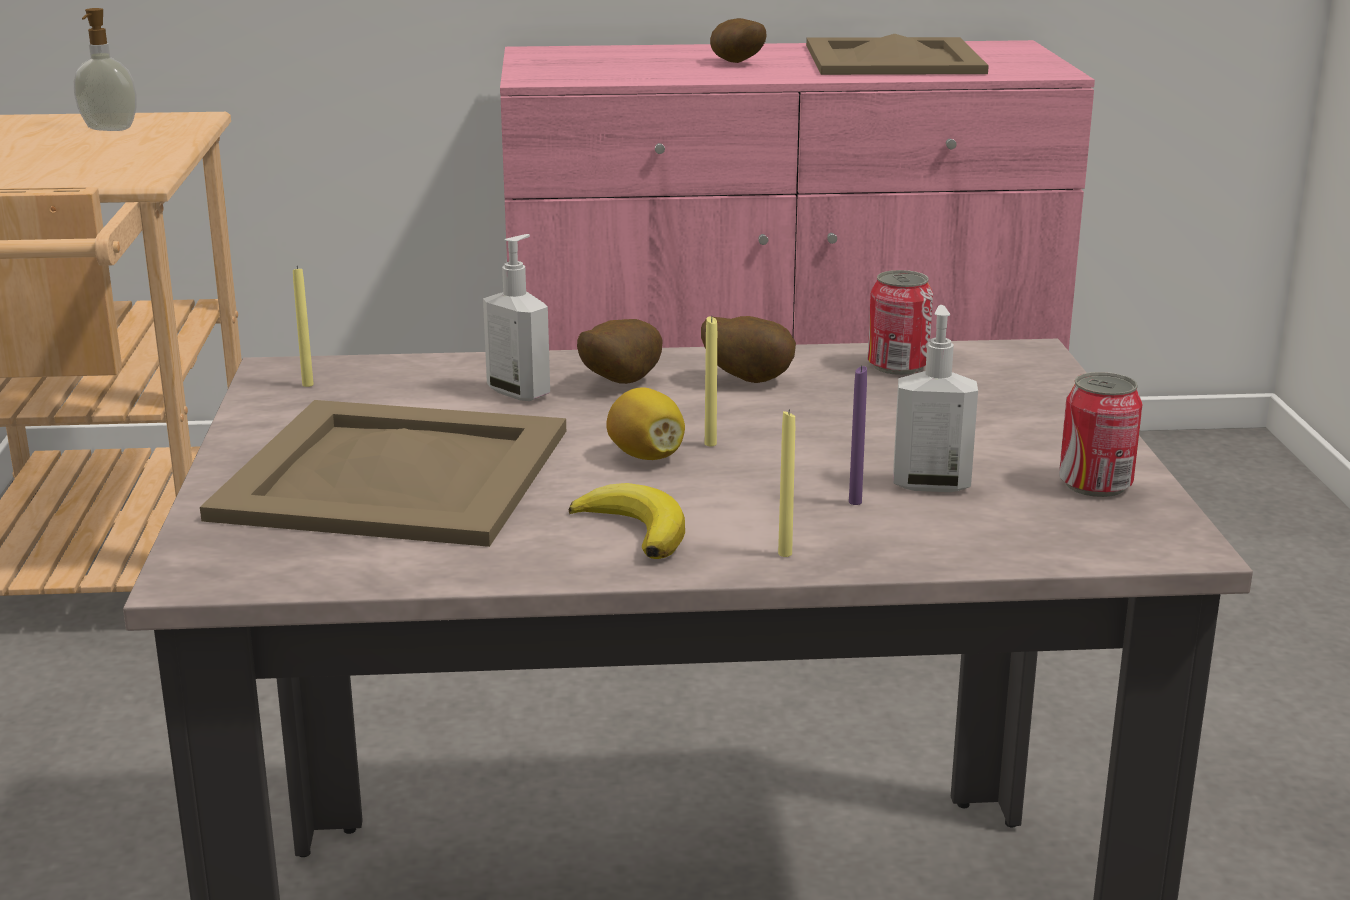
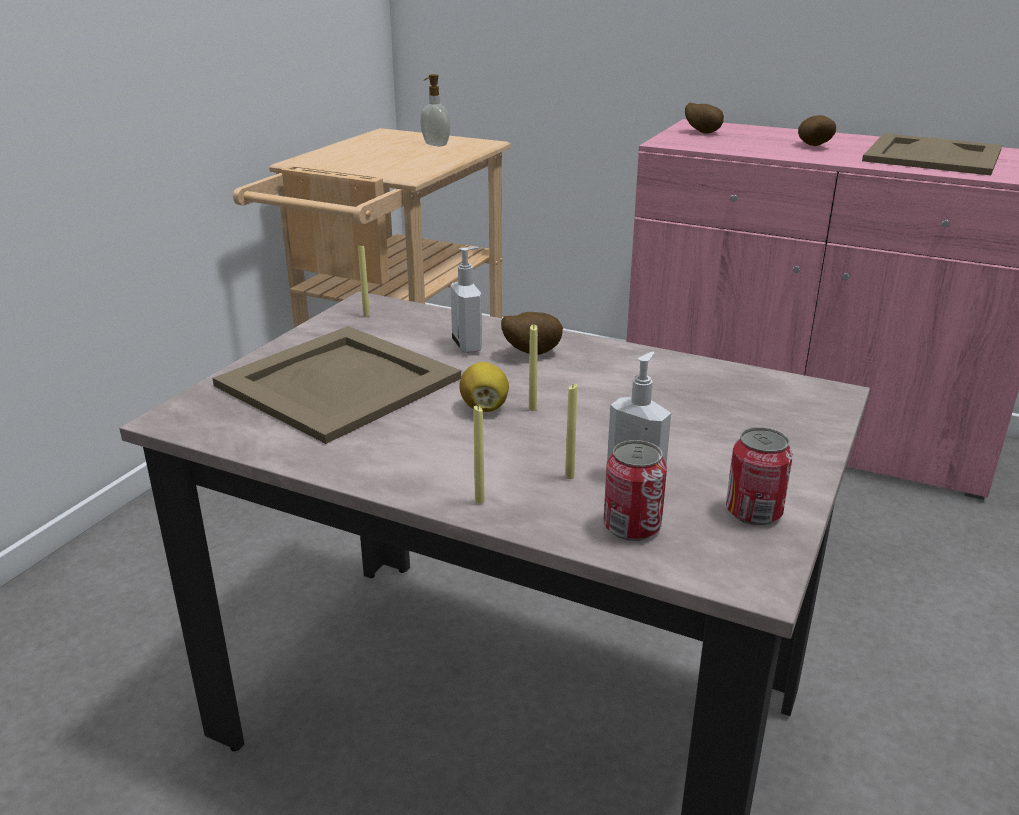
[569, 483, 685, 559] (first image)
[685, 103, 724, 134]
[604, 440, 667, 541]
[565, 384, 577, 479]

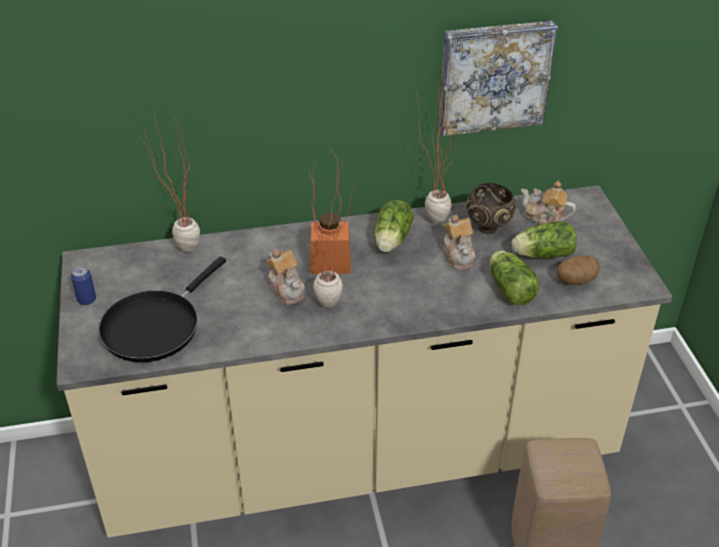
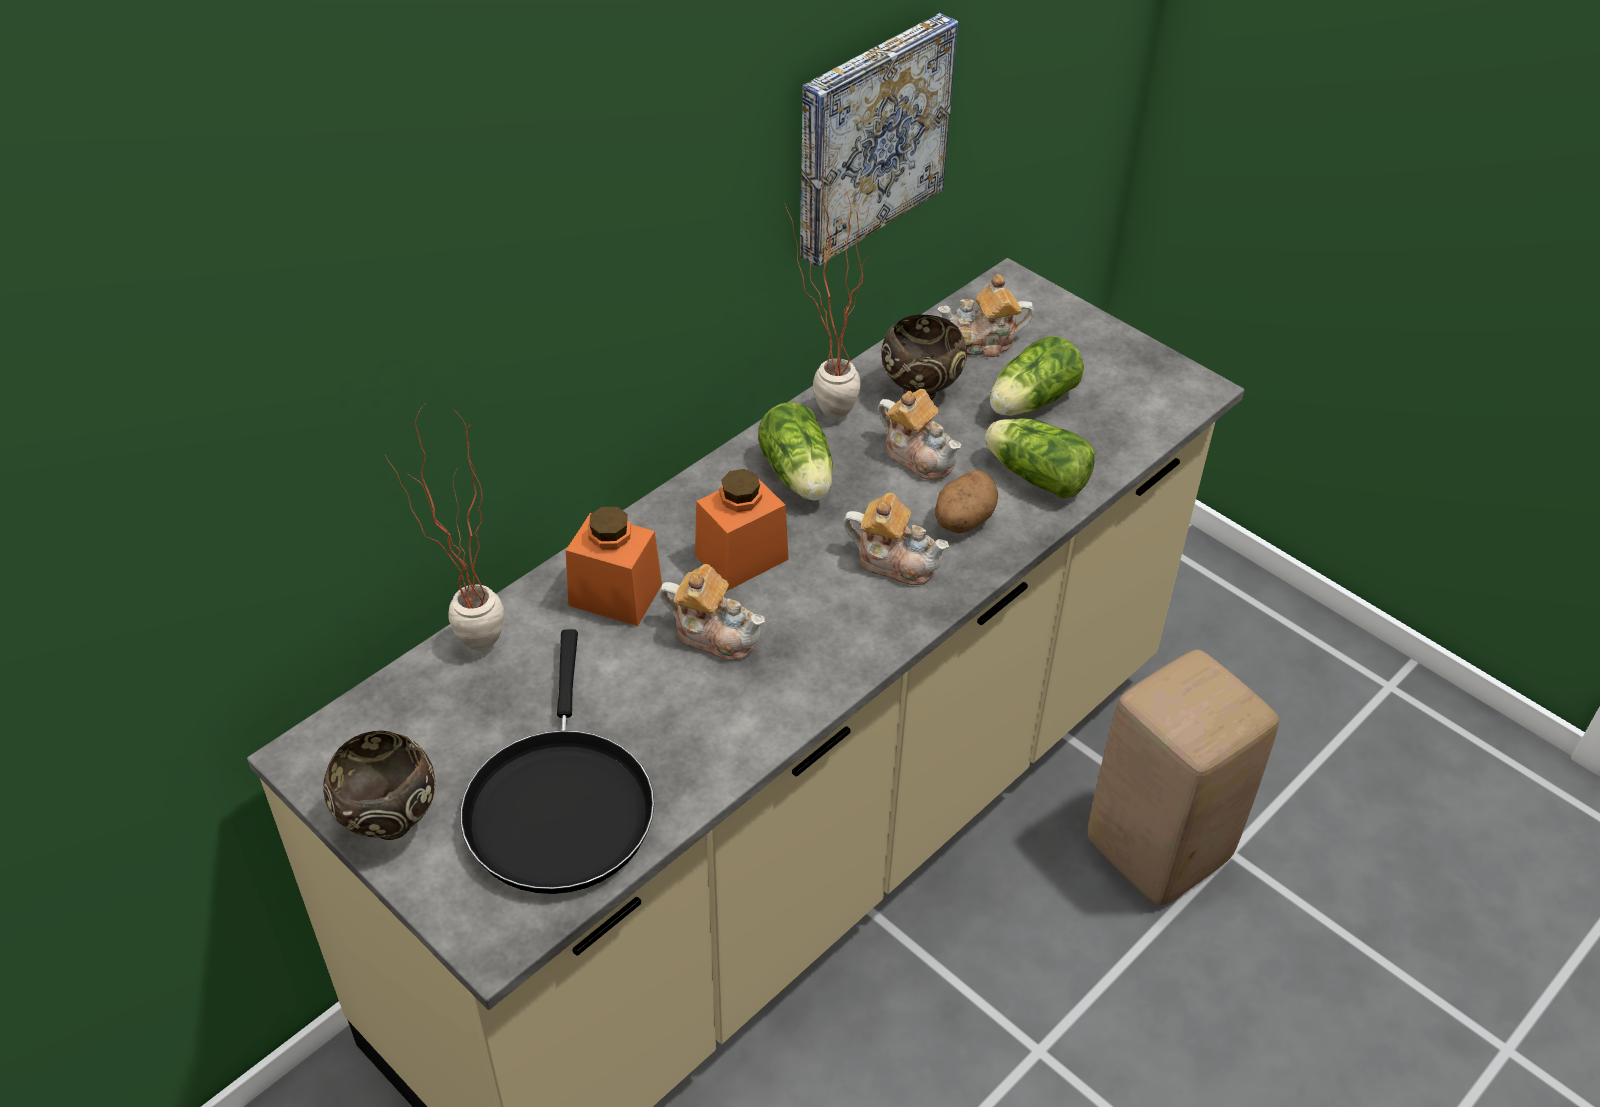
[309, 150, 355, 308] (first image)
[566, 507, 662, 626]
[843, 493, 949, 585]
[935, 470, 998, 533]
[323, 731, 435, 840]

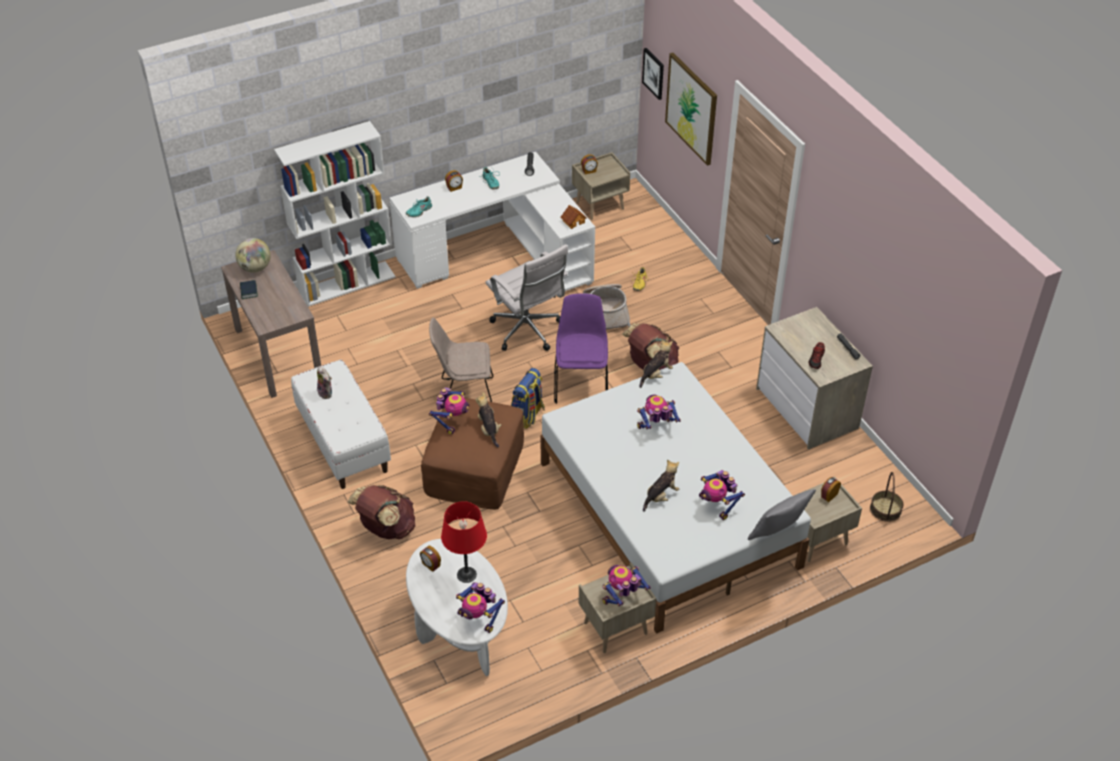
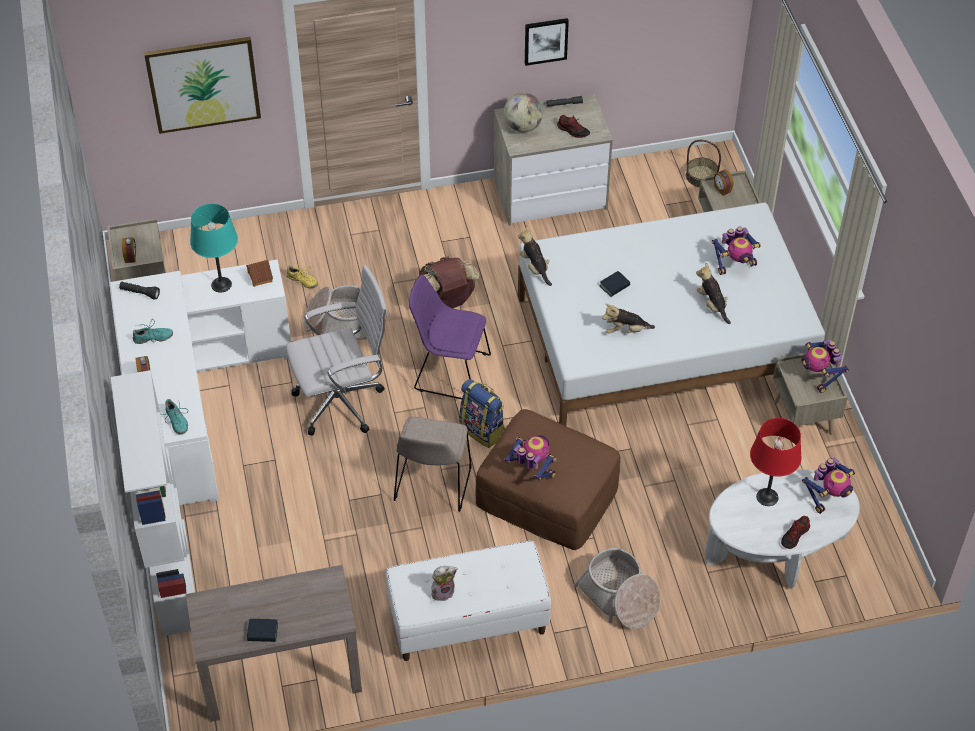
[420, 546, 441, 572] (first image)
[748, 489, 816, 540] (first image)
[190, 203, 238, 293]
[781, 516, 810, 549]
[504, 93, 543, 132]
[602, 304, 655, 334]
[525, 18, 569, 66]
[573, 548, 661, 629]
[599, 271, 630, 297]

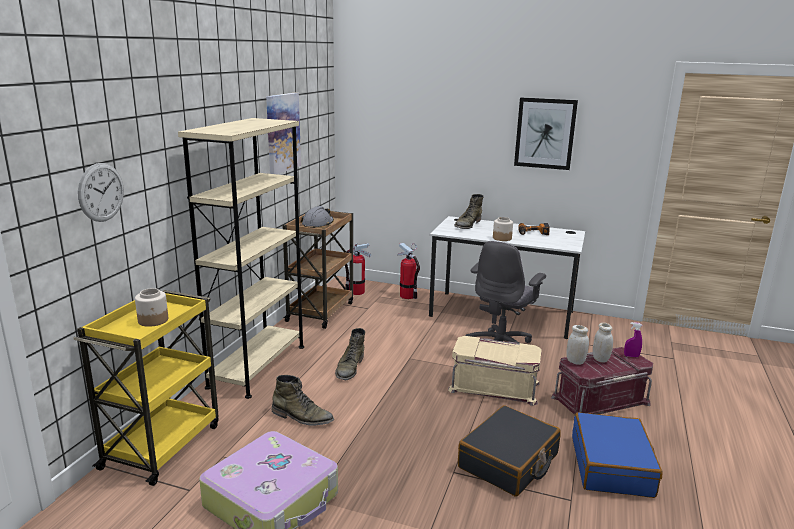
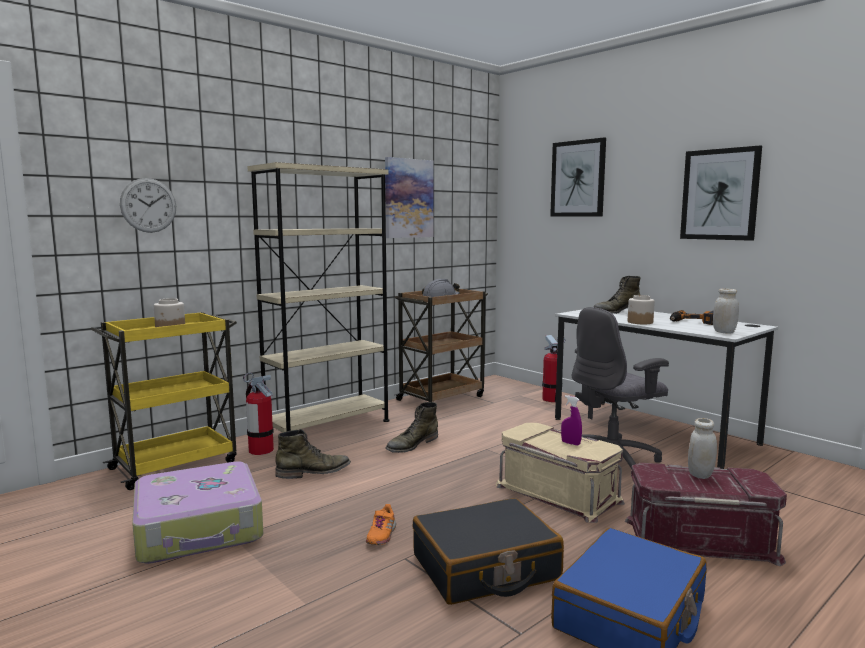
[366, 504, 396, 545]
[550, 137, 606, 217]
[243, 372, 274, 455]
[713, 288, 739, 334]
[561, 395, 582, 446]
[275, 429, 351, 479]

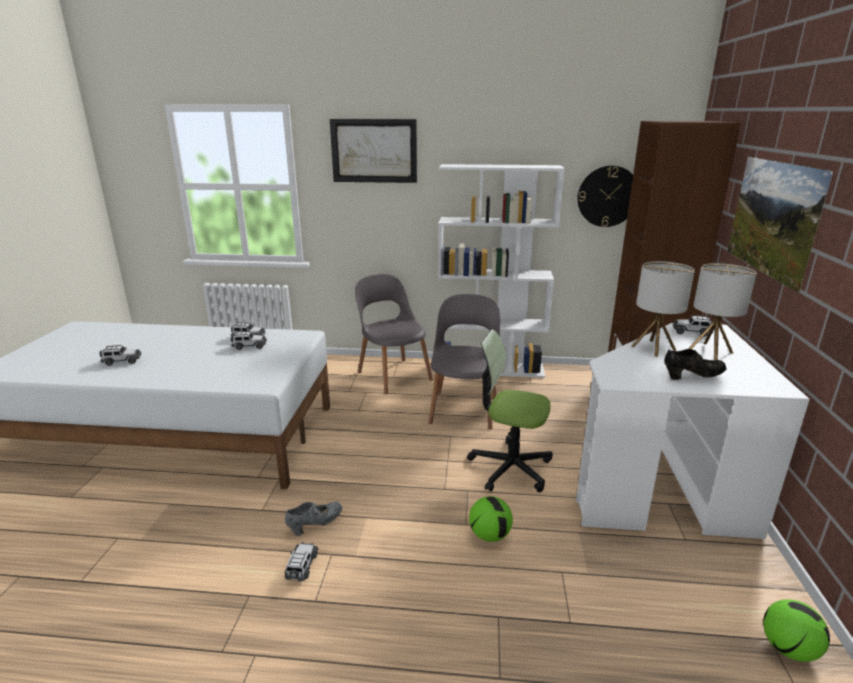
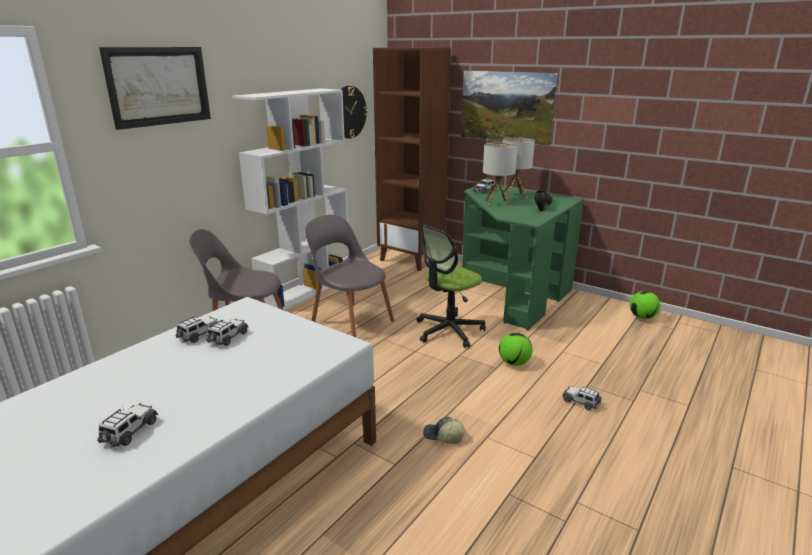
[562, 386, 601, 410]
[423, 417, 466, 444]
[462, 186, 584, 330]

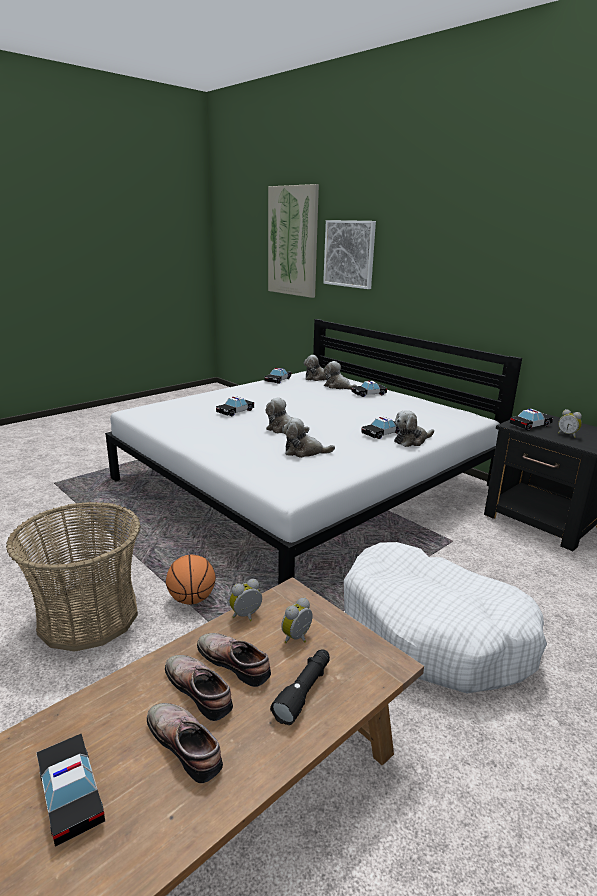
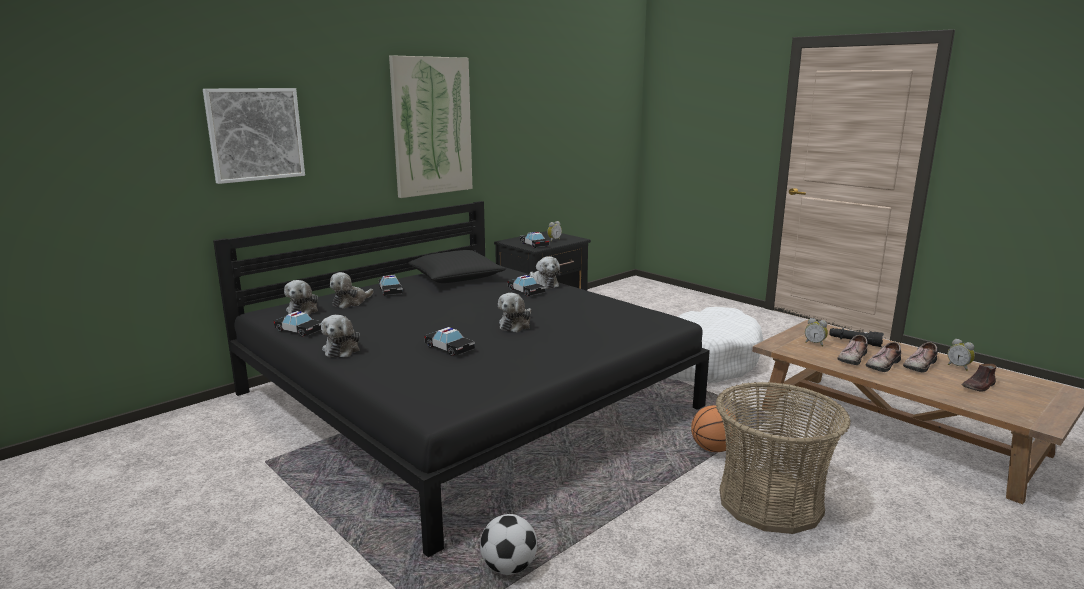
[408, 250, 506, 283]
[480, 514, 537, 575]
[948, 339, 975, 371]
[389, 55, 473, 198]
[321, 315, 360, 358]
[962, 364, 996, 392]
[213, 201, 710, 557]

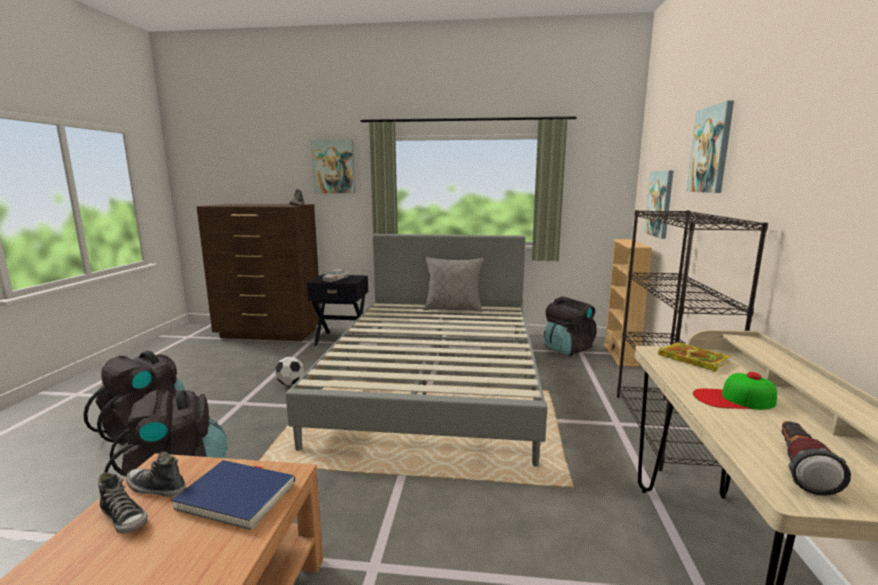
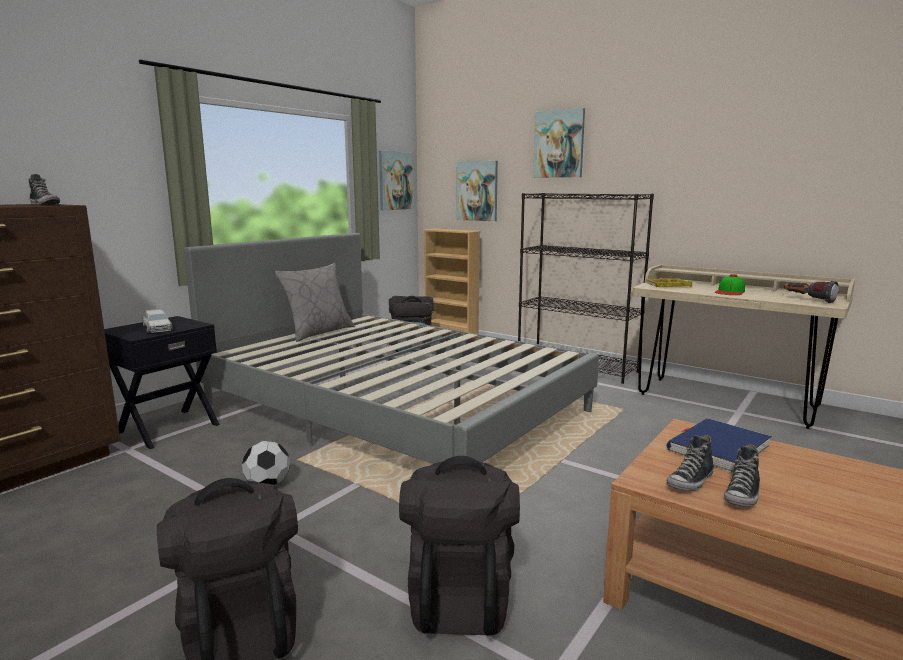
[379, 151, 413, 210]
[724, 444, 760, 507]

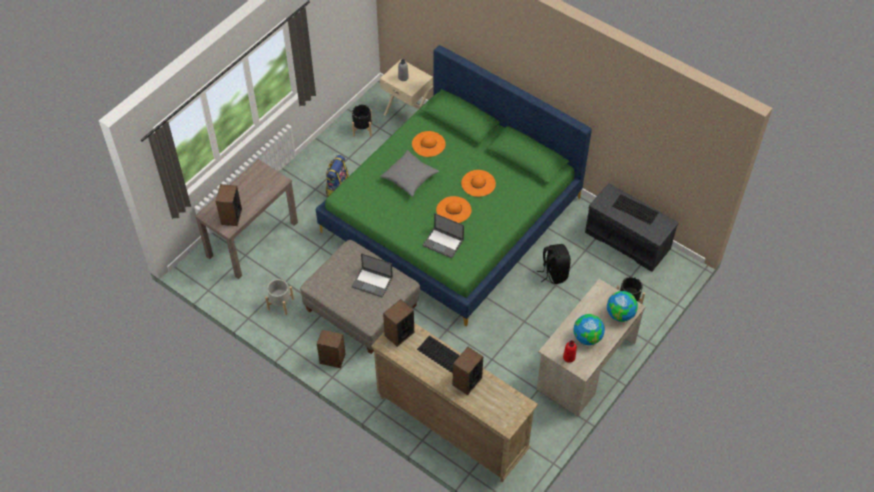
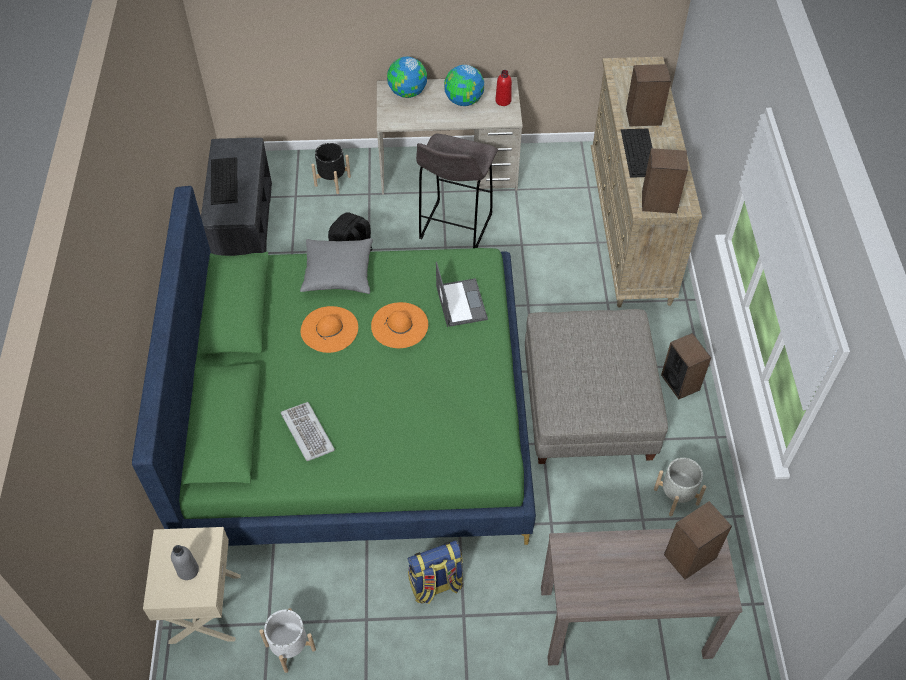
[352, 253, 393, 298] (first image)
[416, 134, 498, 248]
[300, 238, 373, 294]
[281, 402, 335, 461]
[259, 608, 316, 673]

